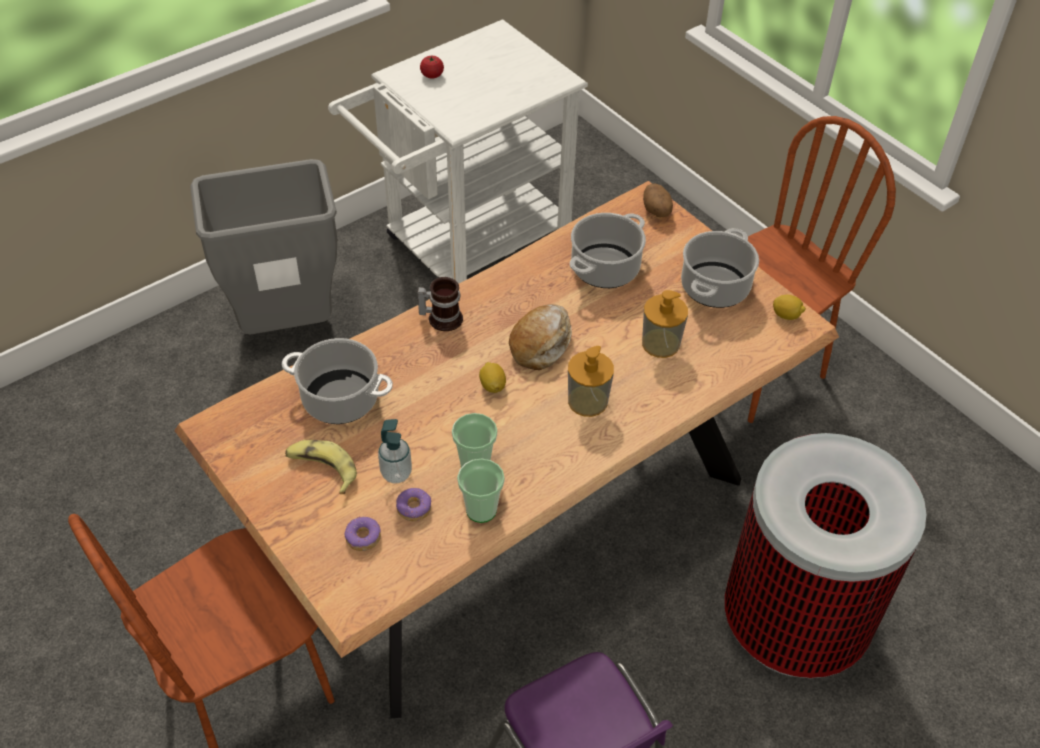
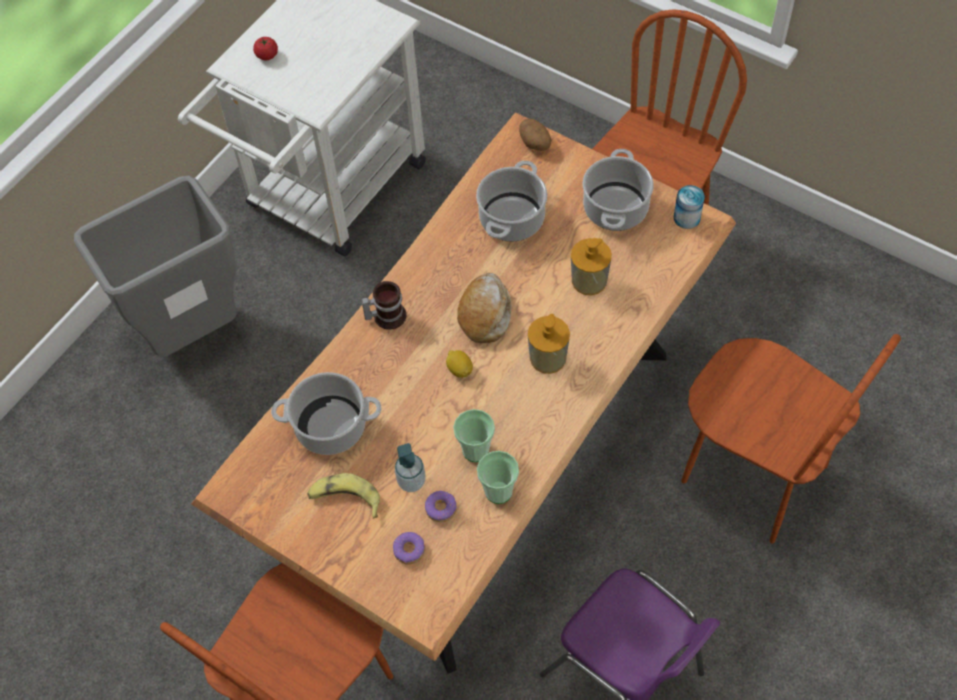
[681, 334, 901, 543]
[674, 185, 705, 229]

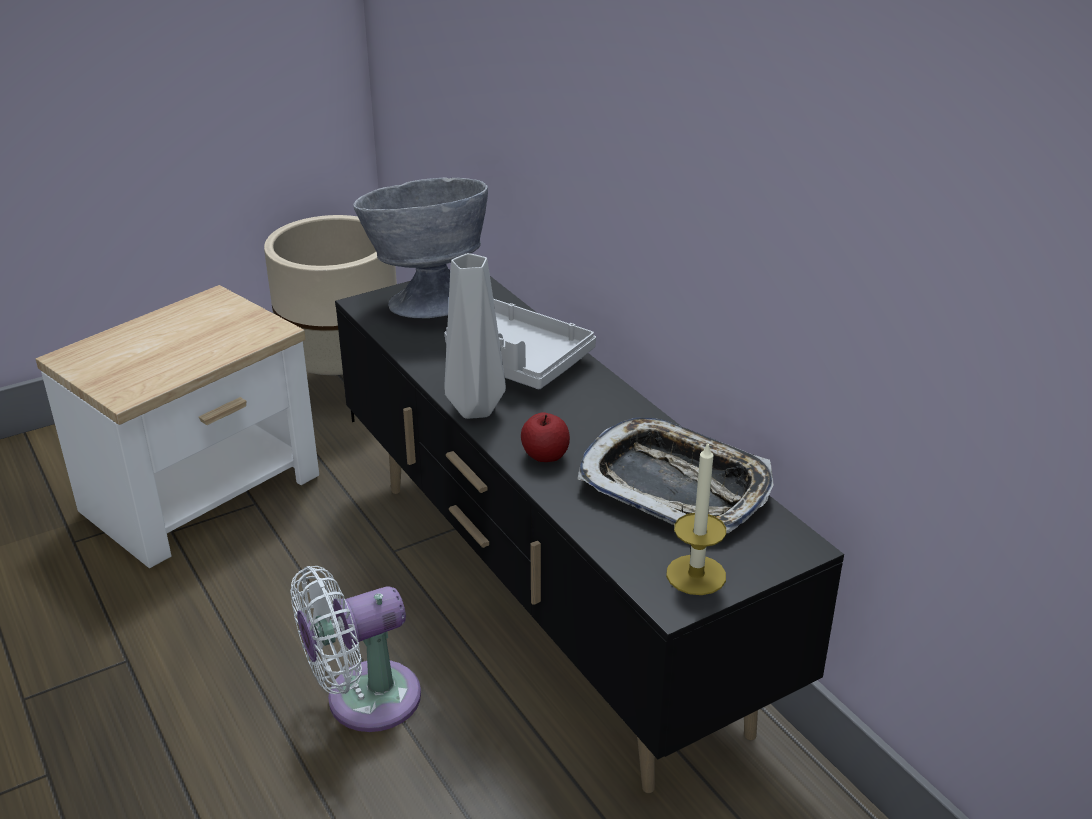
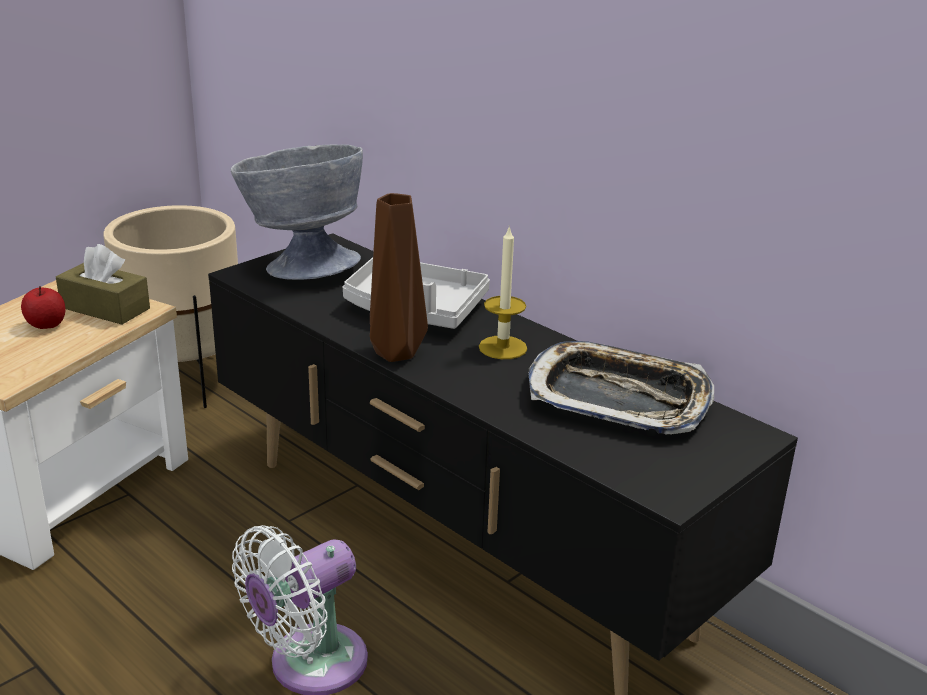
[56, 244, 150, 325]
[21, 286, 66, 329]
[479, 226, 527, 359]
[370, 193, 428, 362]

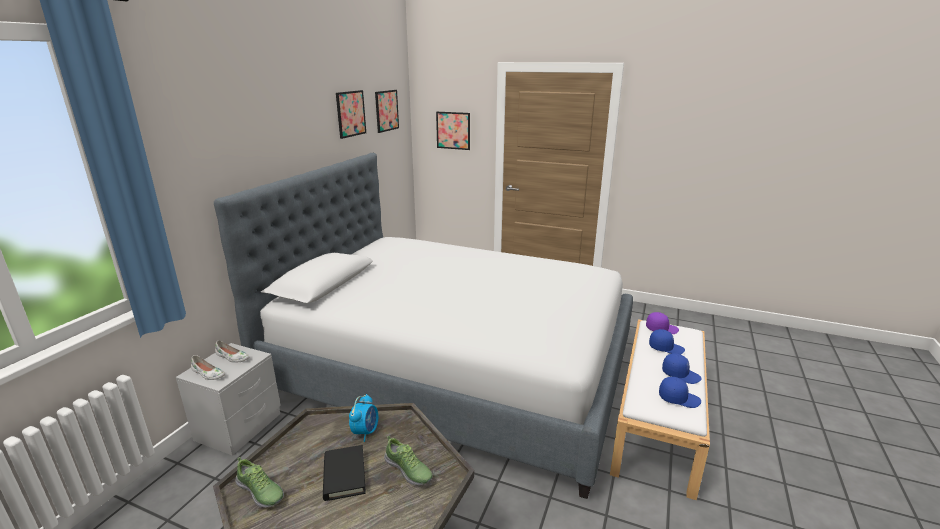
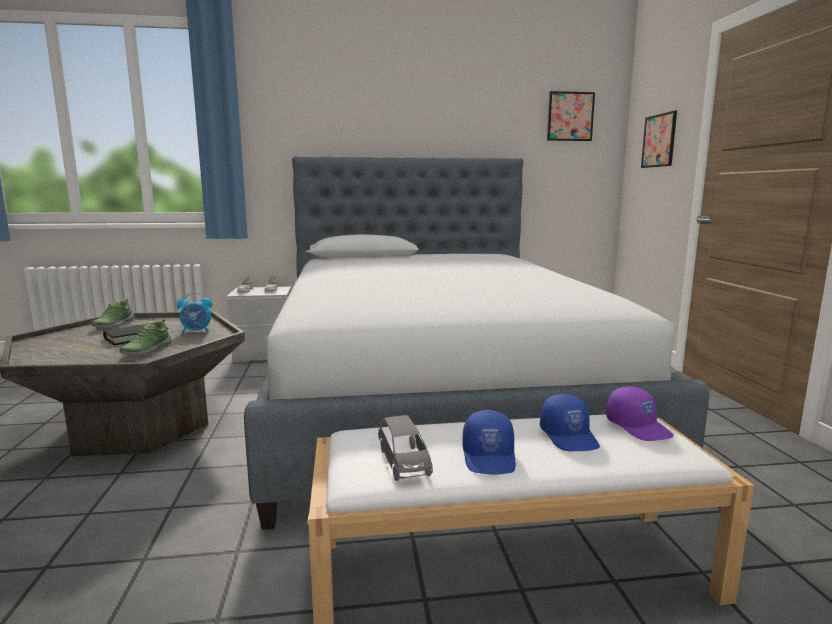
[336, 90, 366, 139] (first image)
[378, 415, 433, 481]

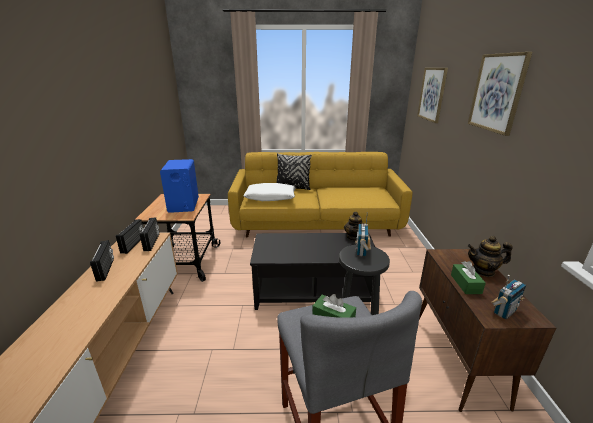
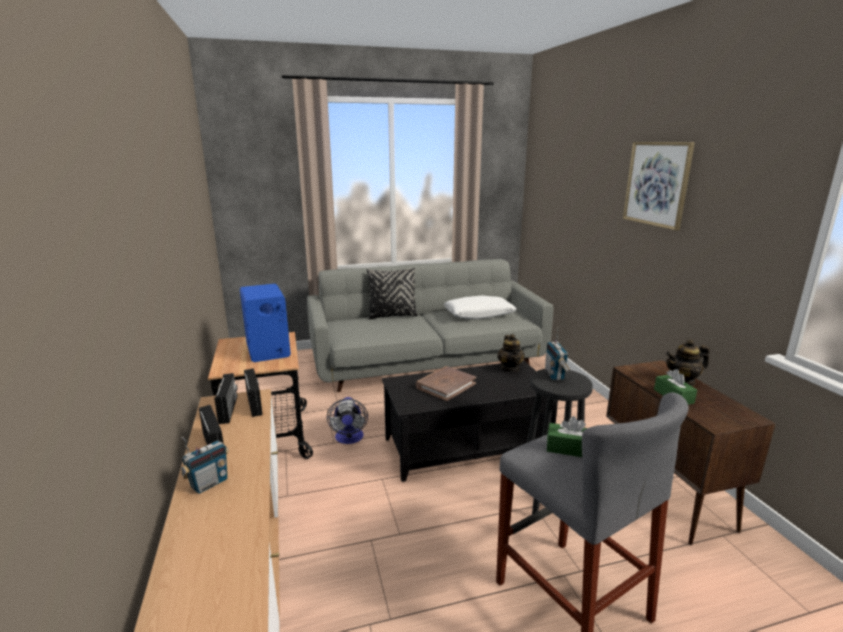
[417, 68, 448, 123] (first image)
[327, 397, 368, 444]
[415, 366, 476, 401]
[444, 296, 517, 320]
[181, 437, 229, 494]
[307, 259, 553, 392]

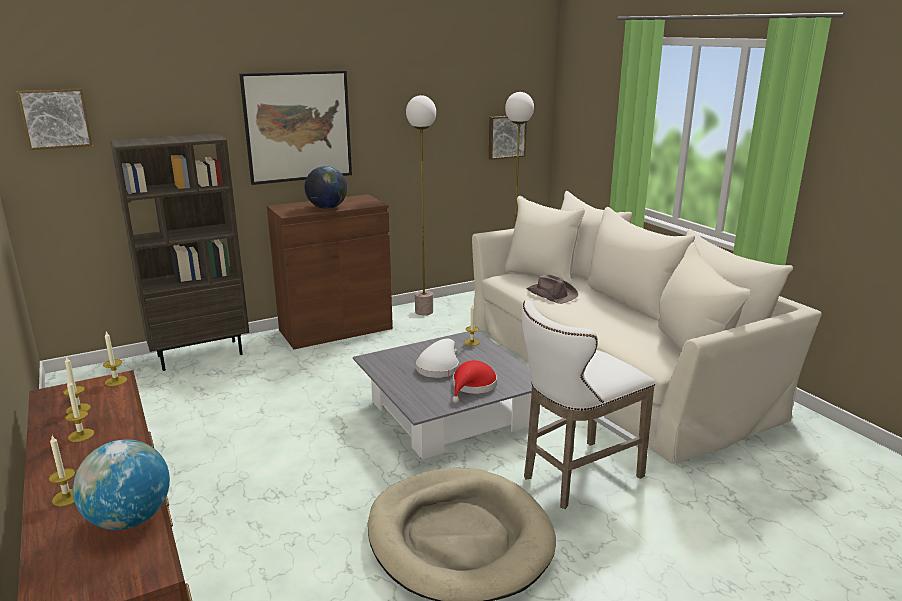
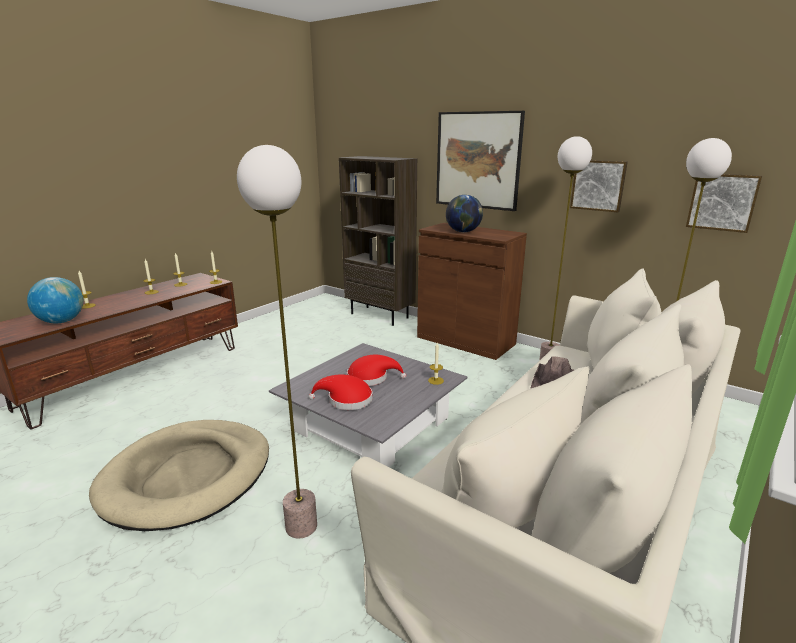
[570, 160, 628, 212]
[237, 145, 317, 538]
[347, 355, 406, 386]

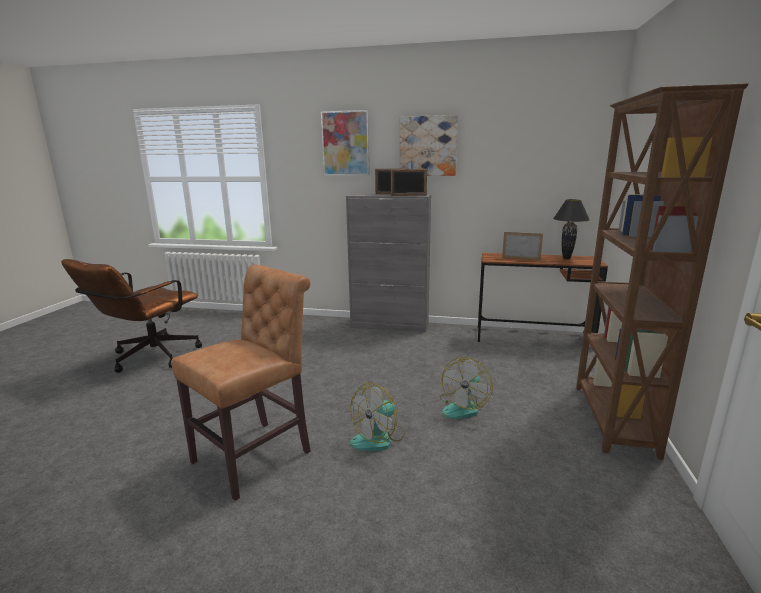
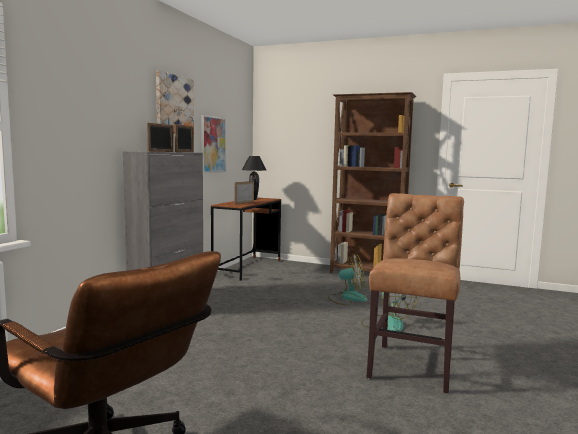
[201, 115, 226, 173]
[367, 193, 464, 393]
[328, 254, 368, 305]

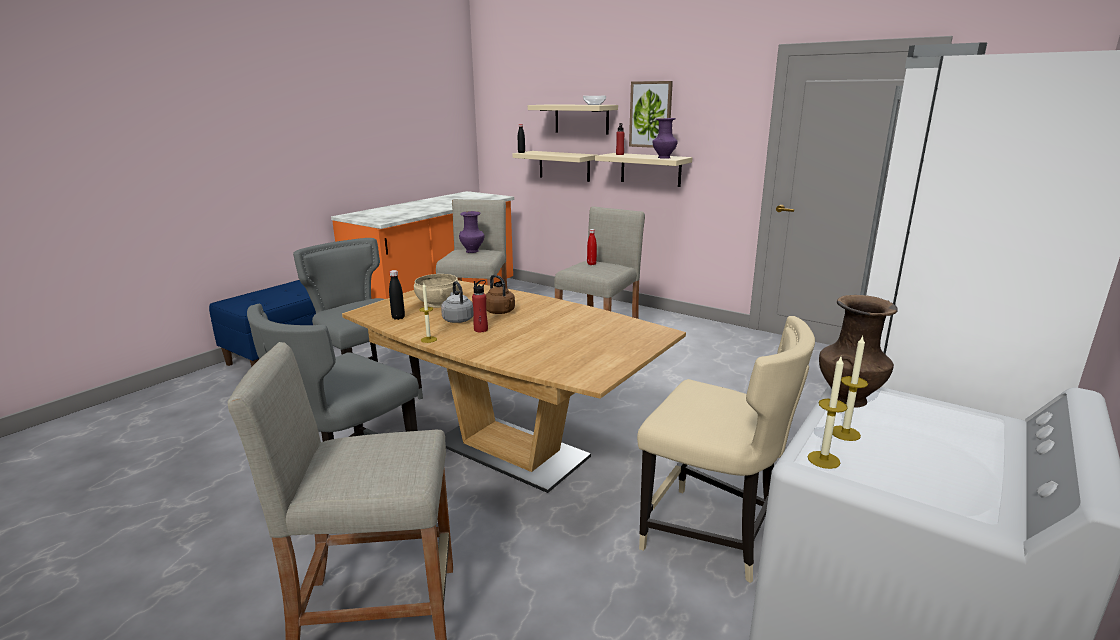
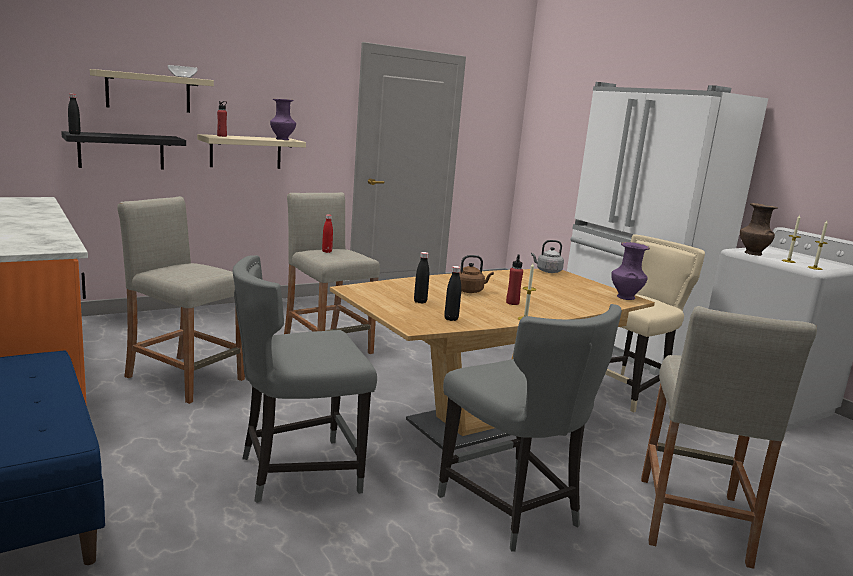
[629, 81, 673, 148] (first image)
[531, 240, 564, 273]
[611, 242, 650, 300]
[414, 252, 429, 304]
[61, 131, 186, 169]

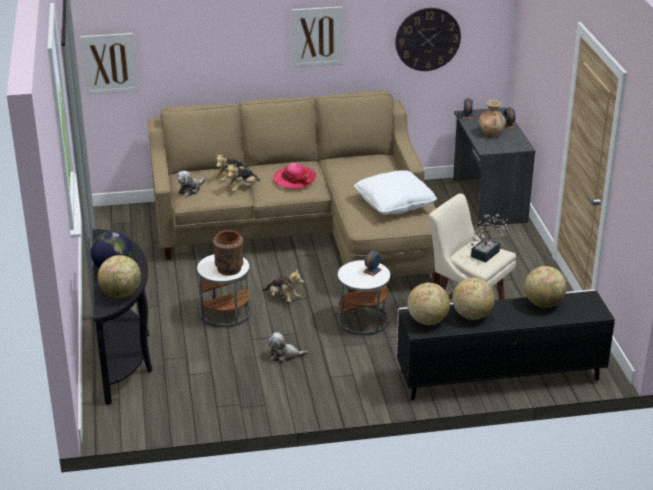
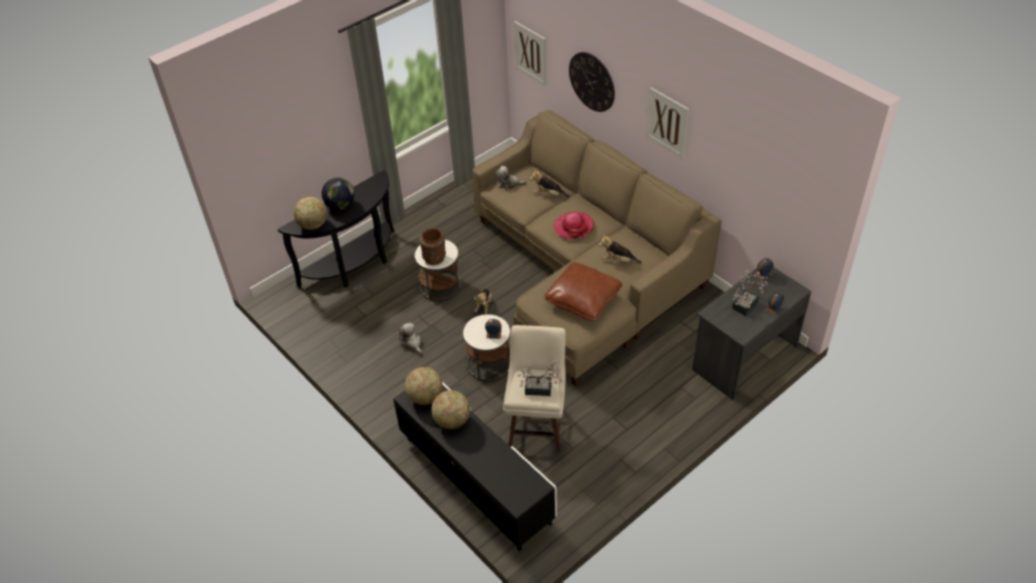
[524, 266, 567, 308] (first image)
[598, 234, 642, 263]
[569, 52, 615, 112]
[732, 269, 768, 316]
[543, 262, 623, 321]

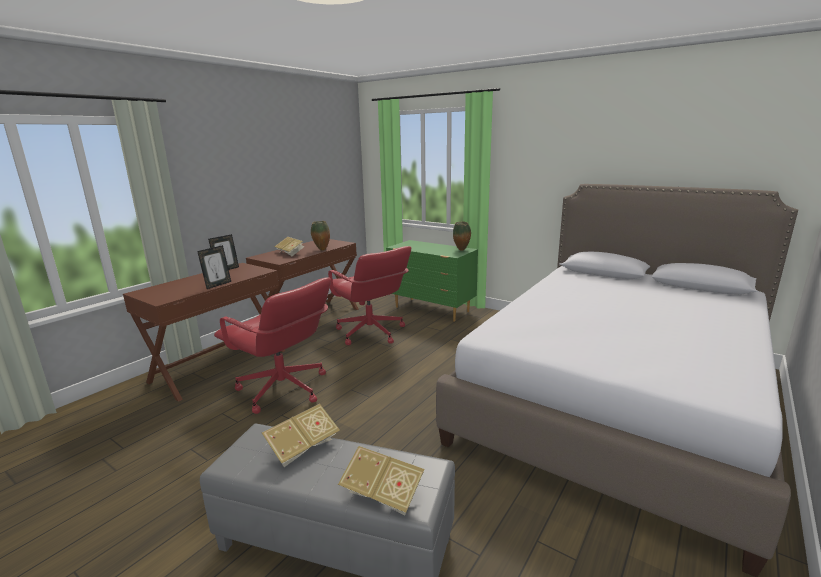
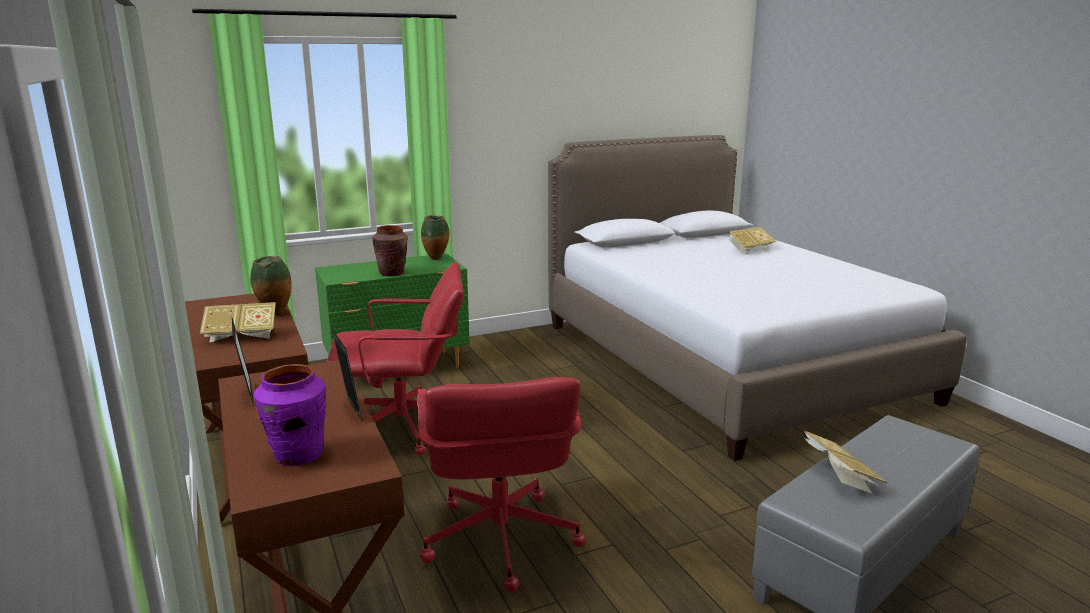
[254, 364, 326, 466]
[372, 225, 408, 276]
[728, 227, 776, 254]
[417, 377, 586, 592]

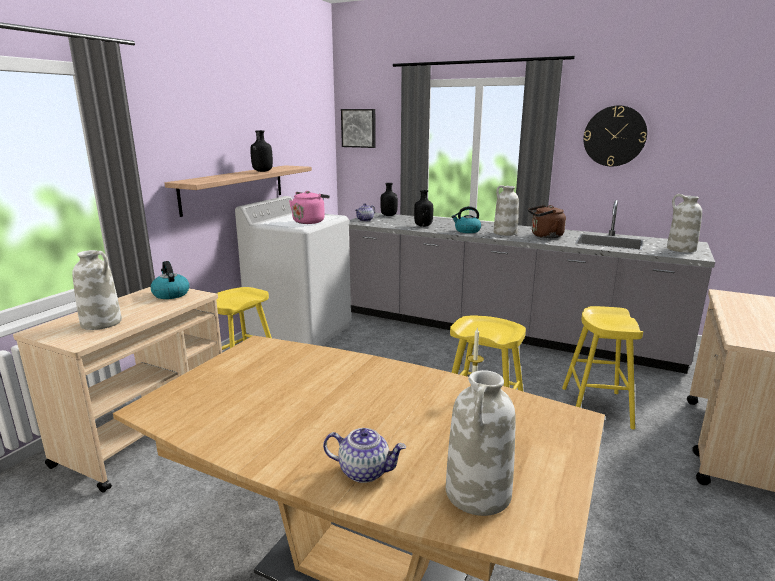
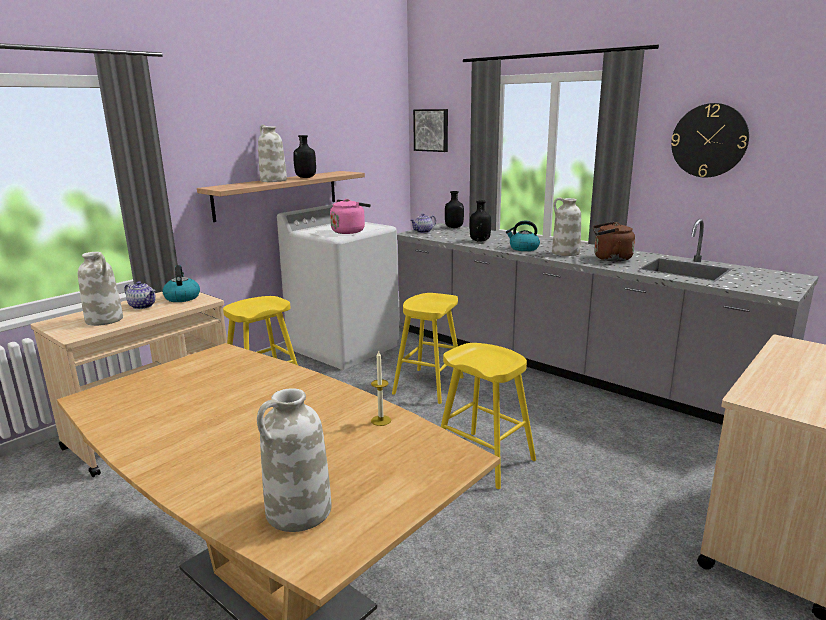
[124, 281, 156, 309]
[392, 293, 464, 404]
[258, 124, 287, 182]

